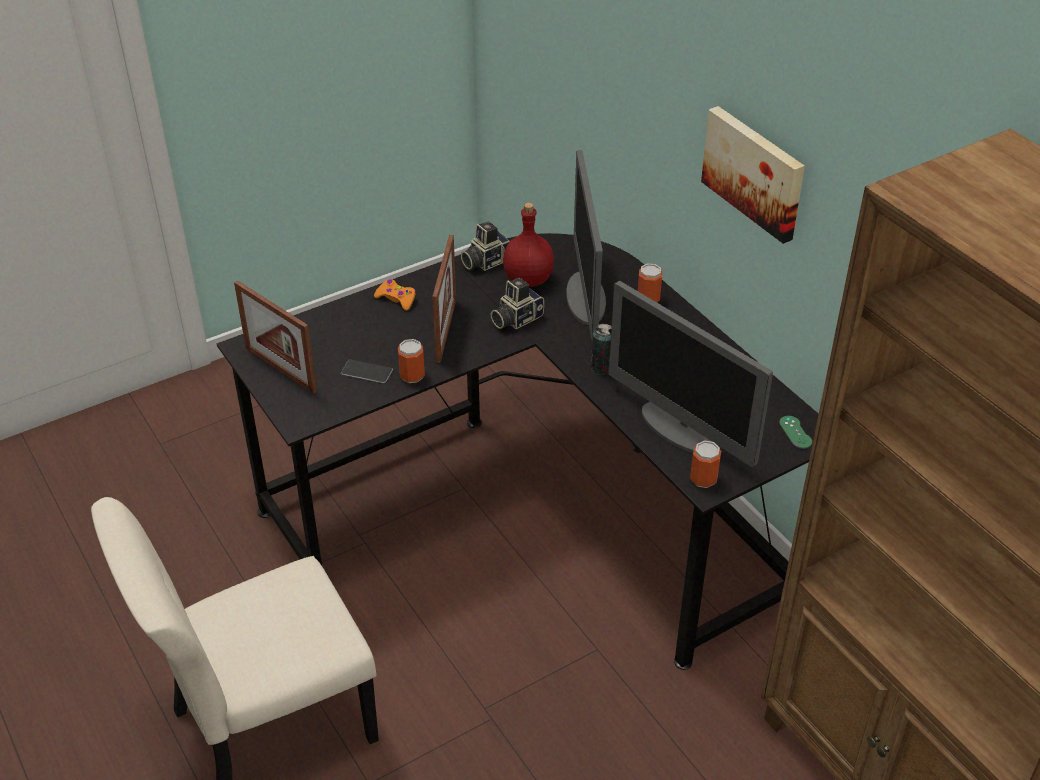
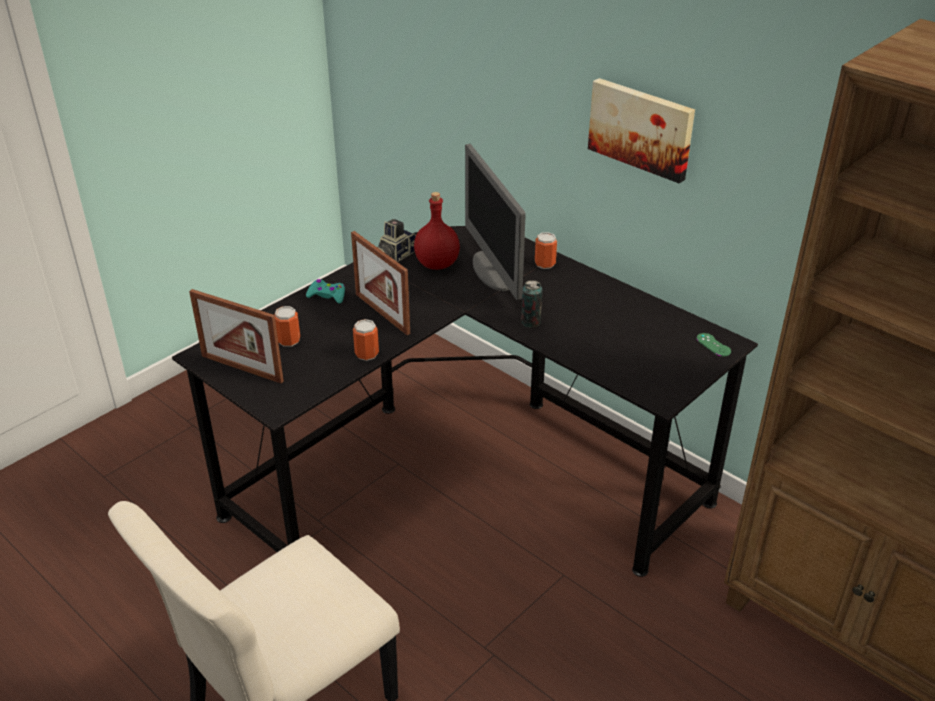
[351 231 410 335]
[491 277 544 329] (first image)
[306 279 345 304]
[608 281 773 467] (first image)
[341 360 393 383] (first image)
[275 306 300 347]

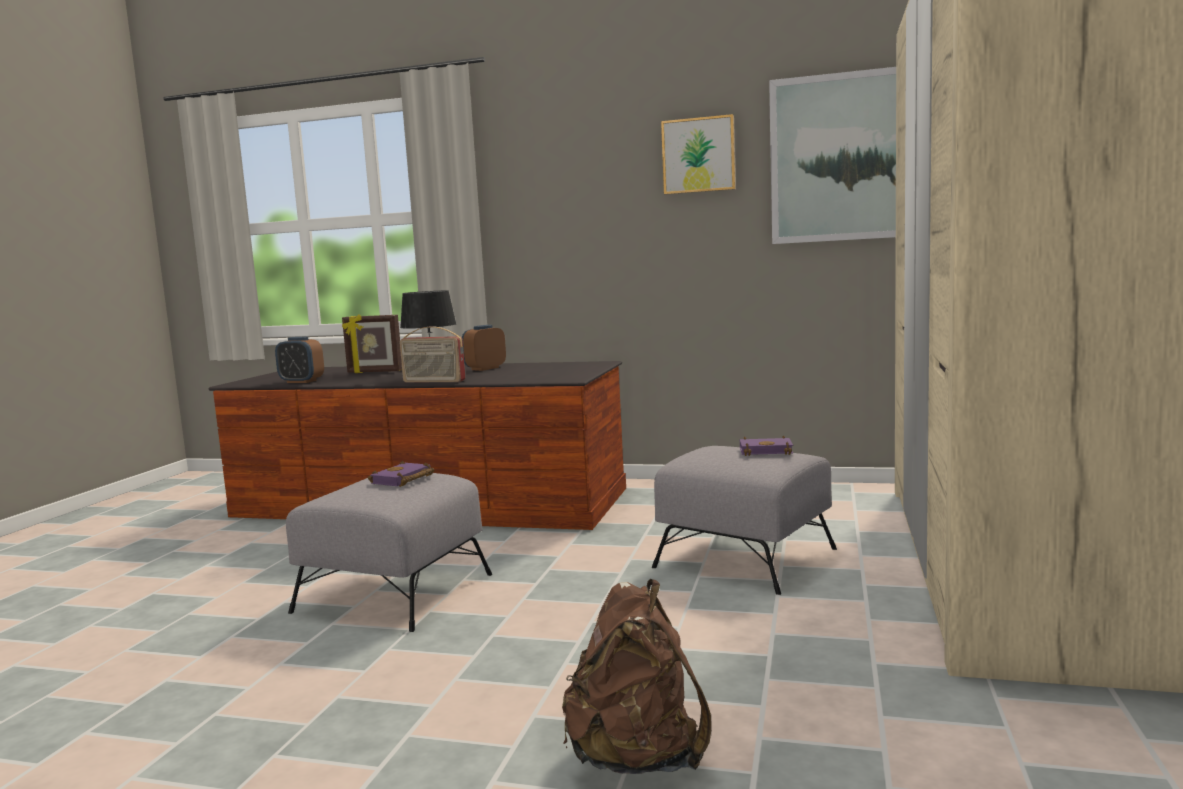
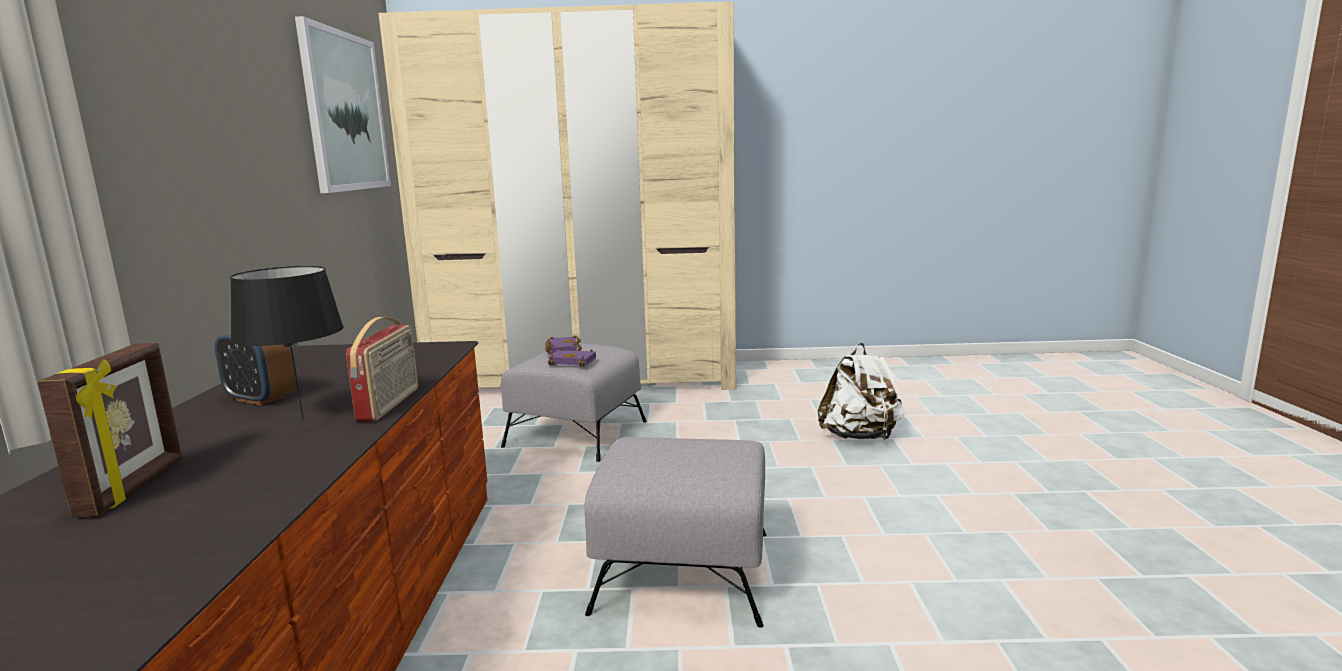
[661 114 736 195] (first image)
[275 337 324 383] (first image)
[548 348 596 367]
[817 343 904 440]

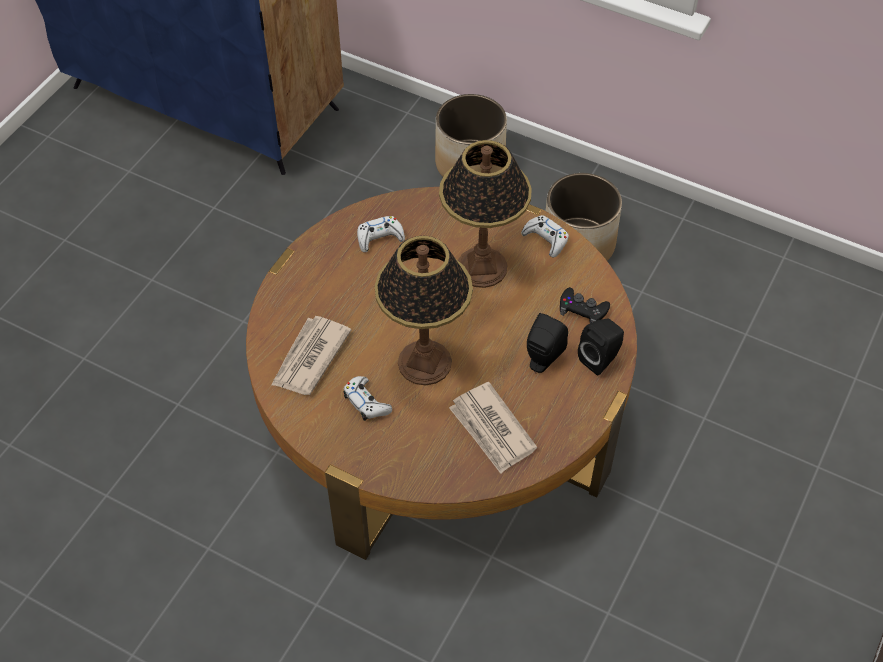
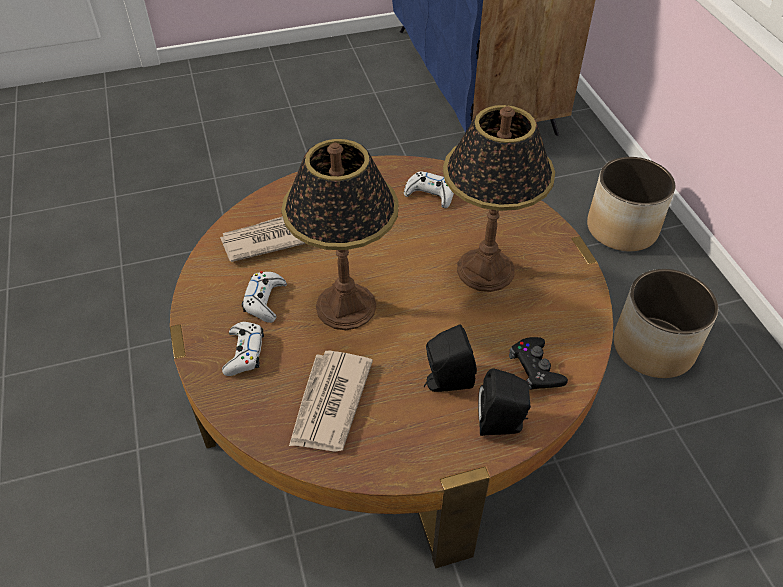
[222 322 264 376]

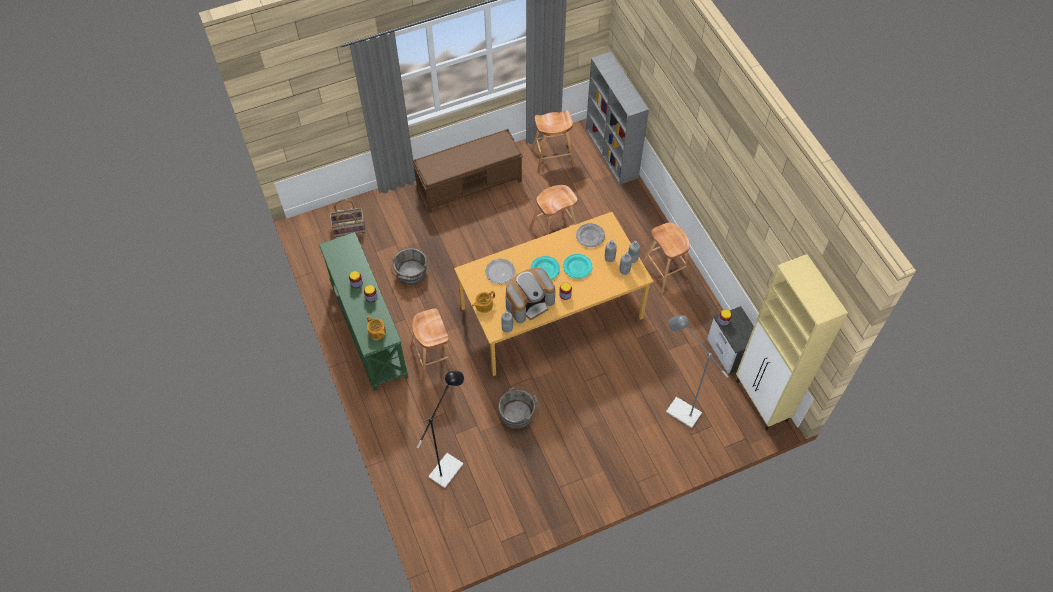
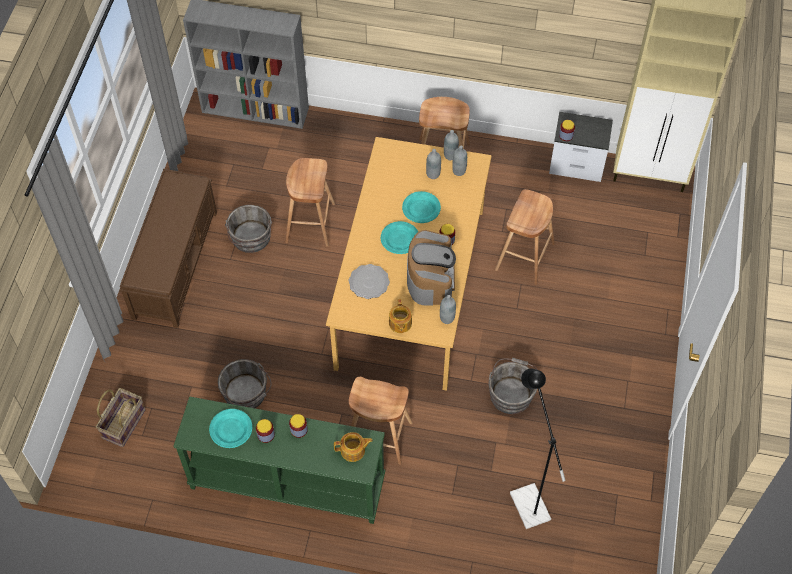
[495 189 555 285]
[576 223 605 247] (first image)
[666 315 728 428] (first image)
[225 205 272 253]
[209 409 252 448]

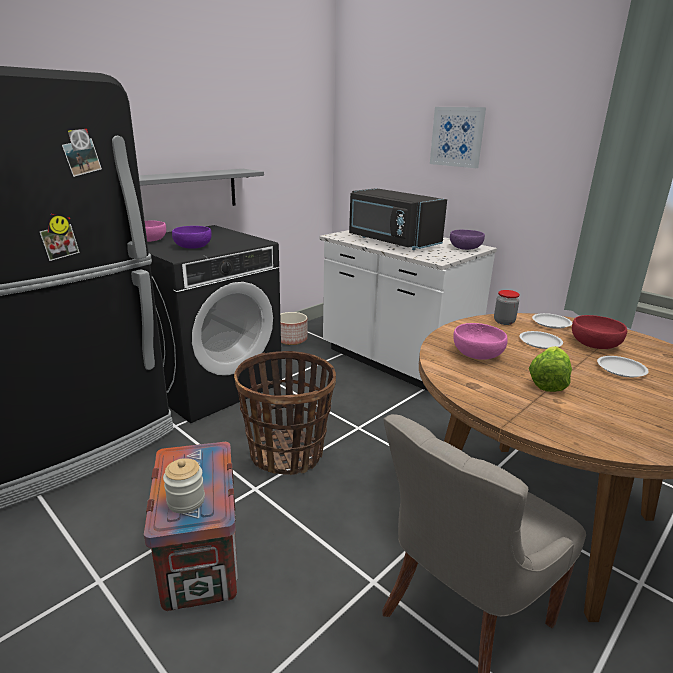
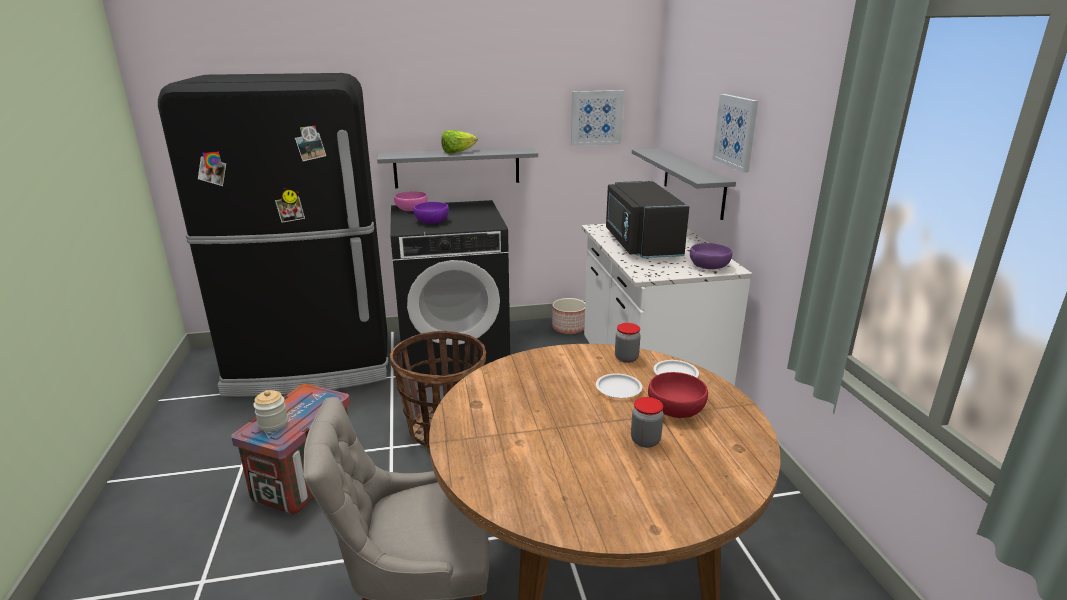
[453 323 508 360] (first image)
[441 130 477 154]
[631 397 664 448]
[571 90 624 146]
[632 148 736 220]

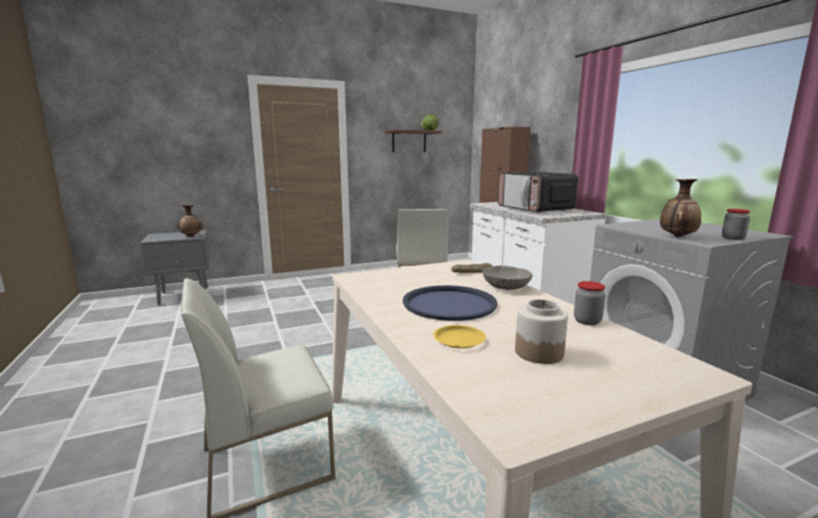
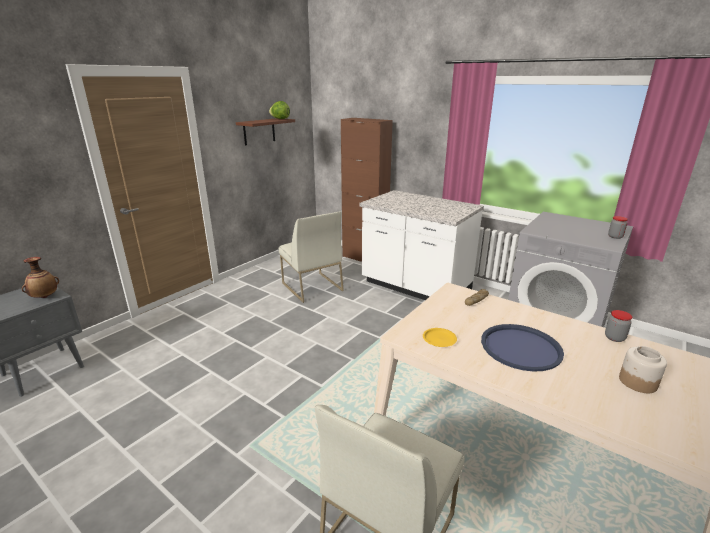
[498 172 578 213] (first image)
[660 179 701 237] (first image)
[483 265 533 290] (first image)
[423 328 457 347]

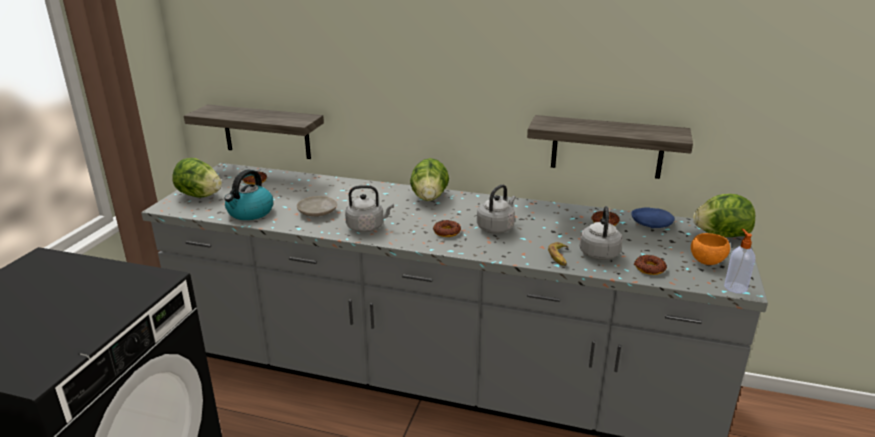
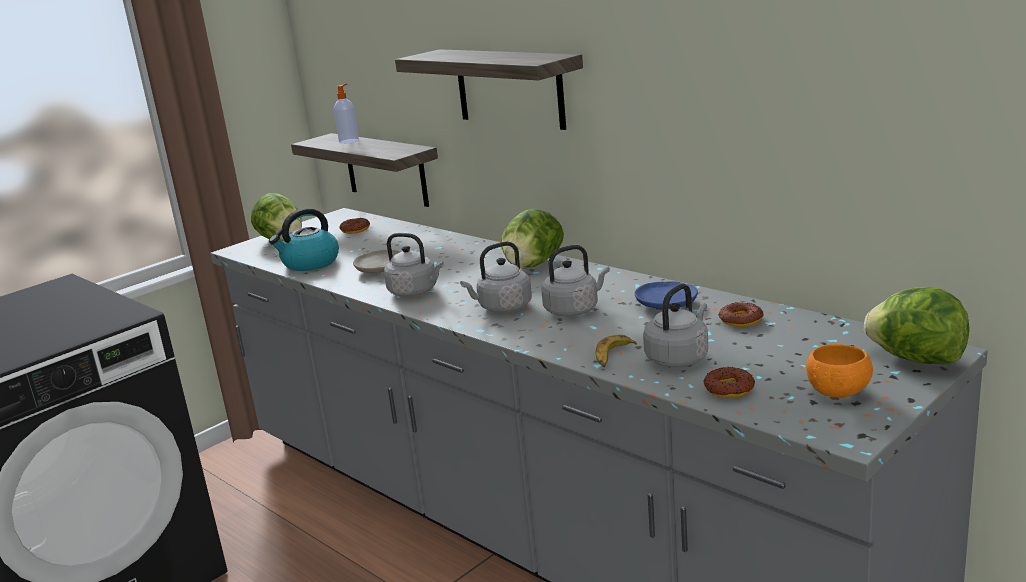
[395 49 583 130]
[635 281 698 310]
[460 242 532 313]
[334 84 359 144]

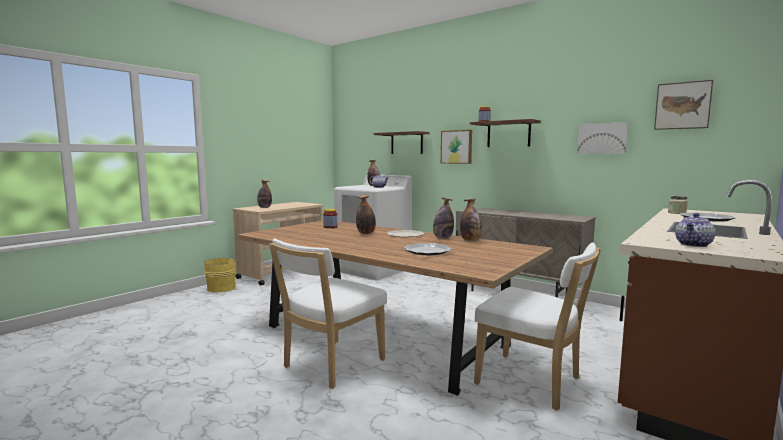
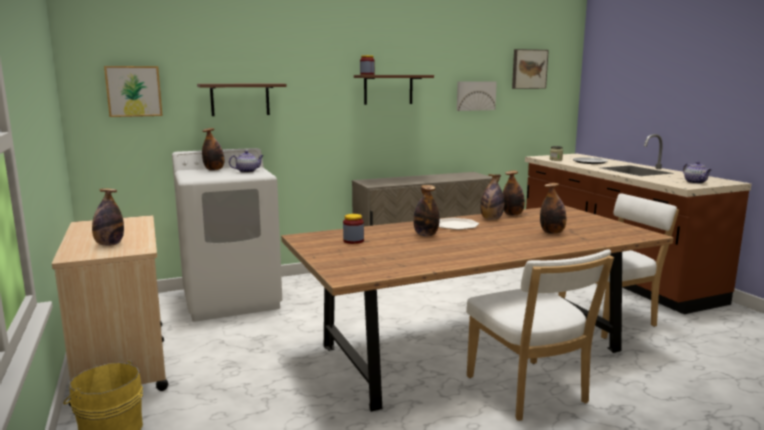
[104 66 163 117]
[540 183 566 234]

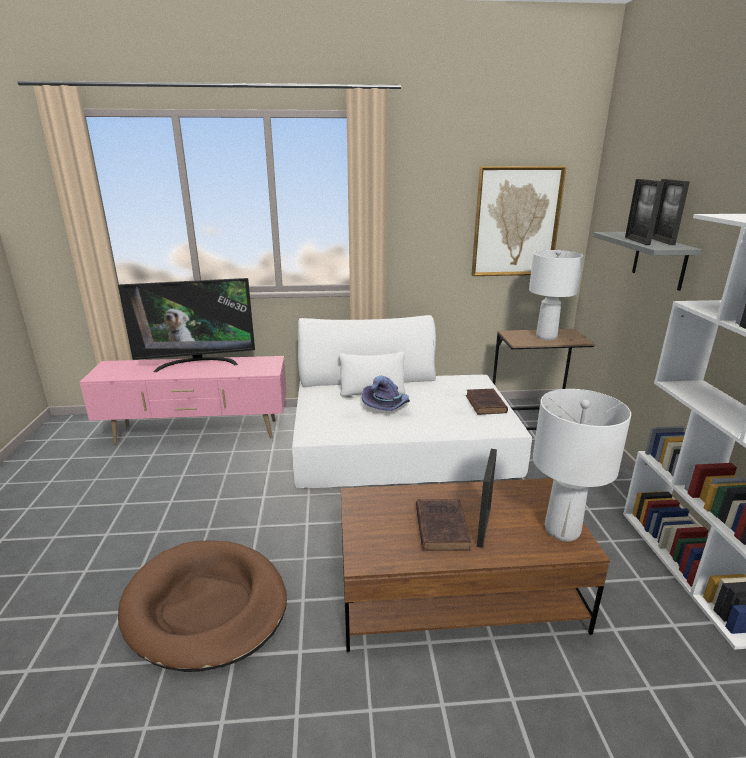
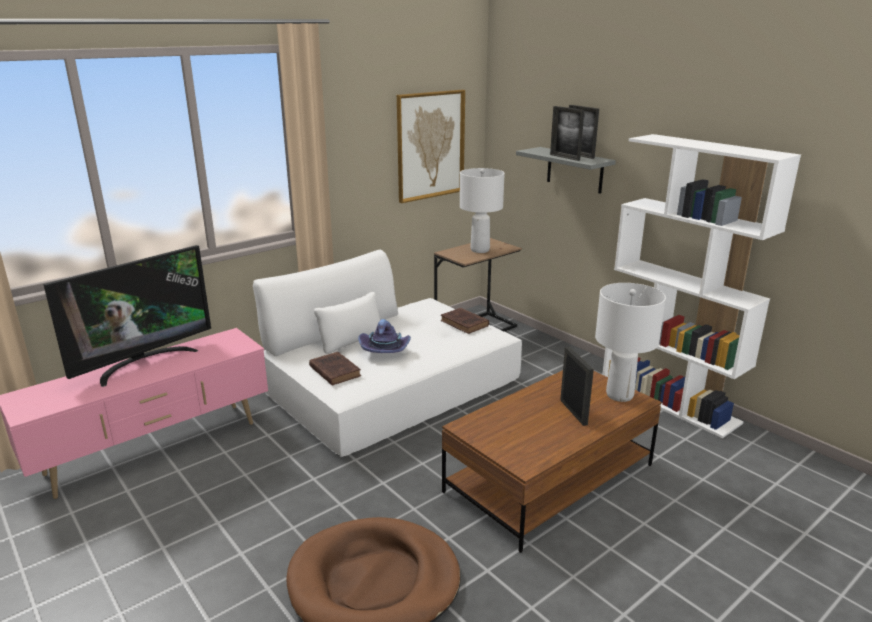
[309 352 361 385]

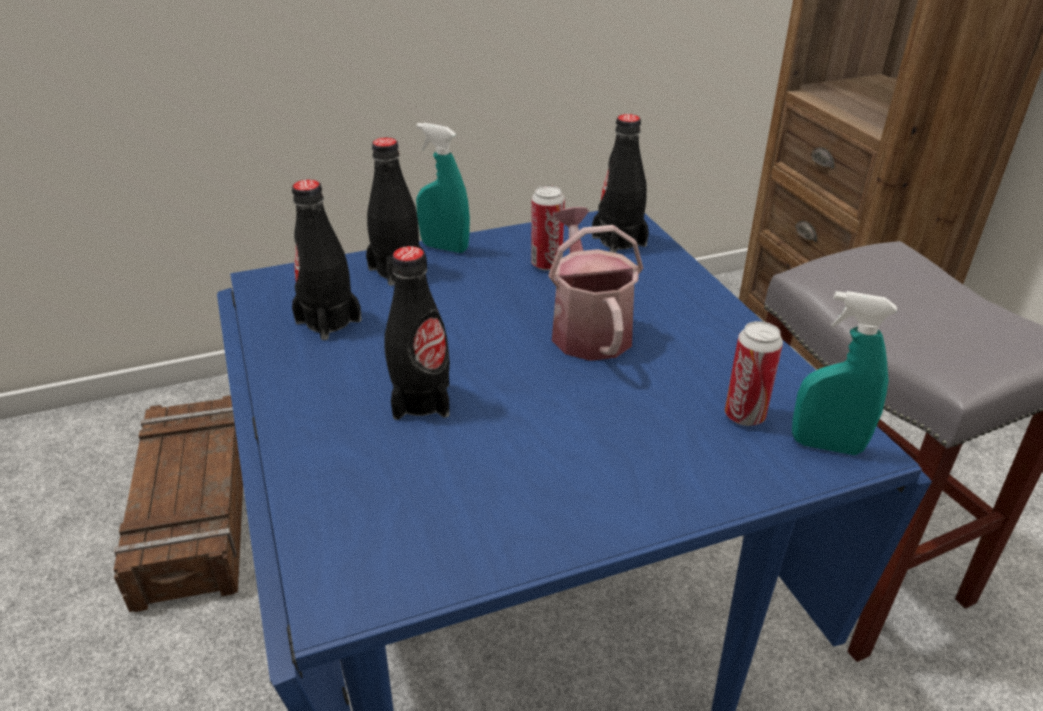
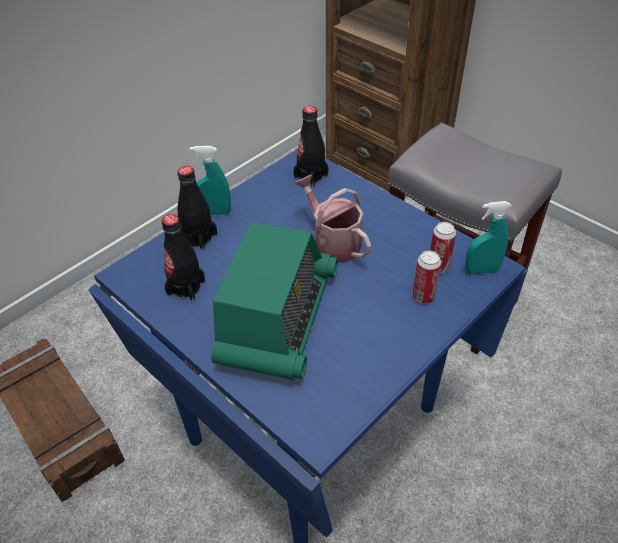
[412 251 441 304]
[211 222 338 380]

